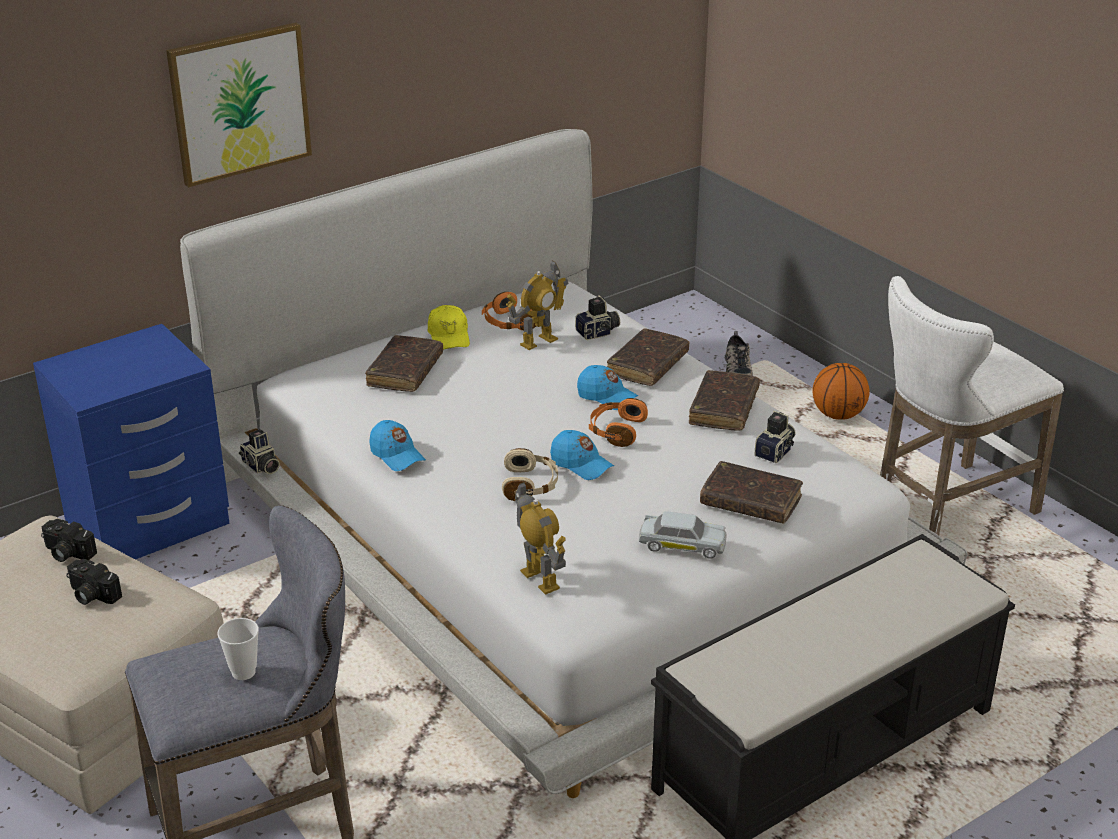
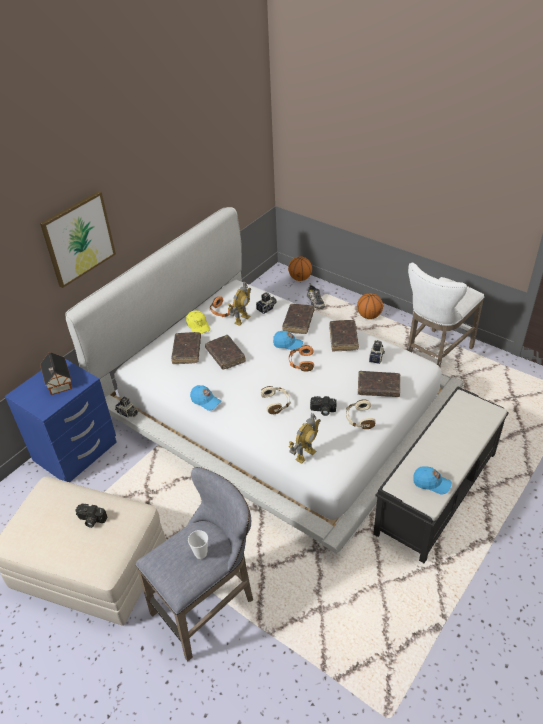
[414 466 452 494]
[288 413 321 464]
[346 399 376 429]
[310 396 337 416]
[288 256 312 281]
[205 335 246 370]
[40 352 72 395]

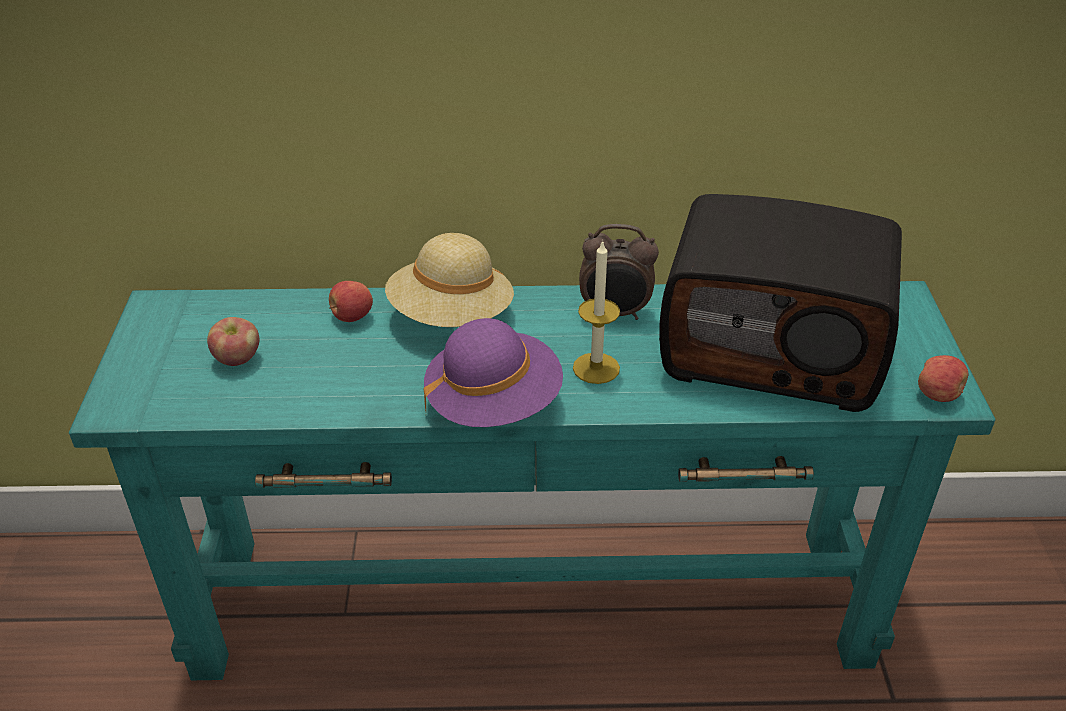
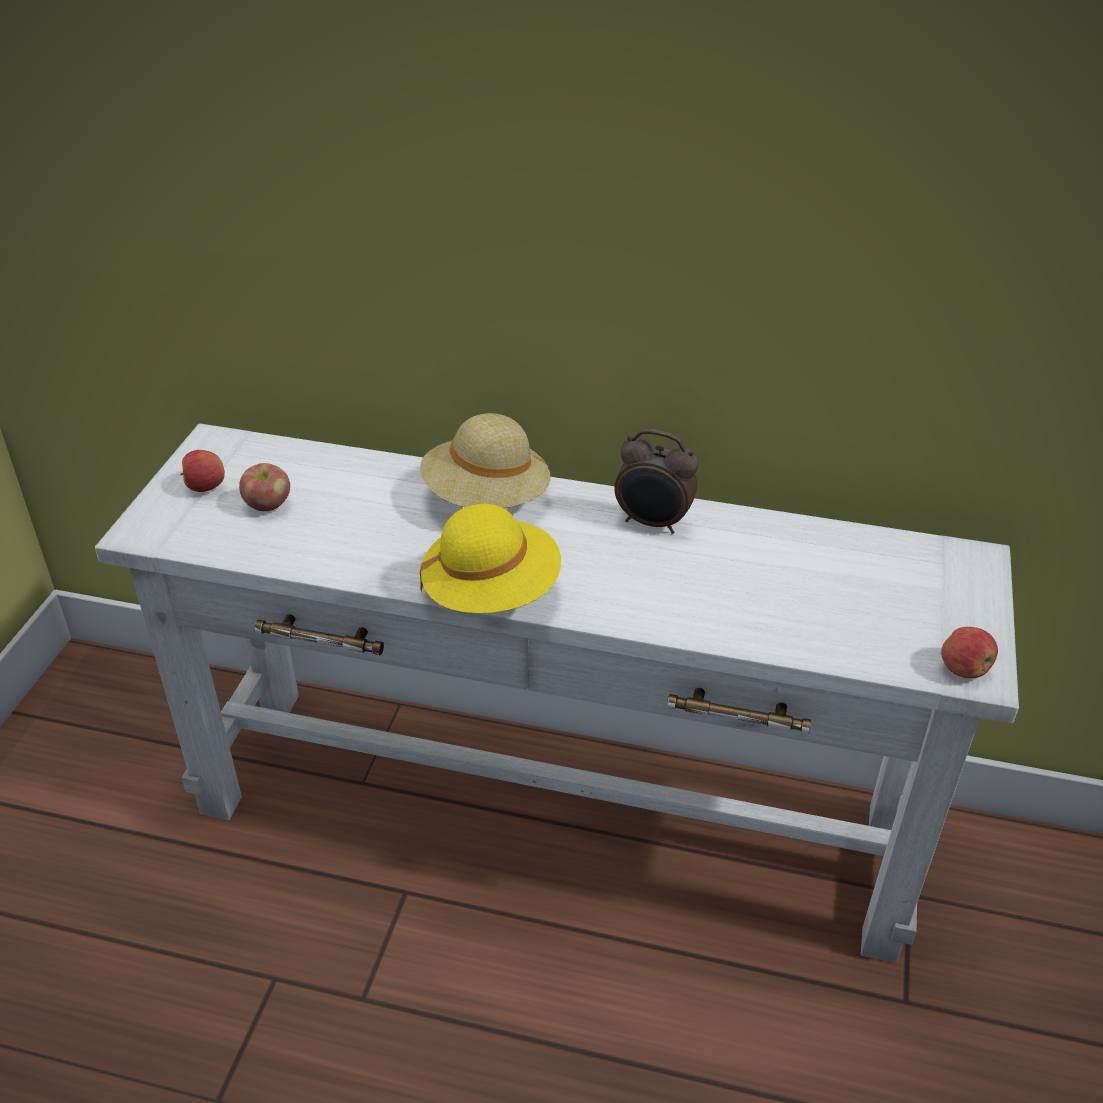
[659 194 902 412] (first image)
[573 240 620 384] (first image)
[95 423 1019 963]
[180 450 225 492]
[420 504 561 613]

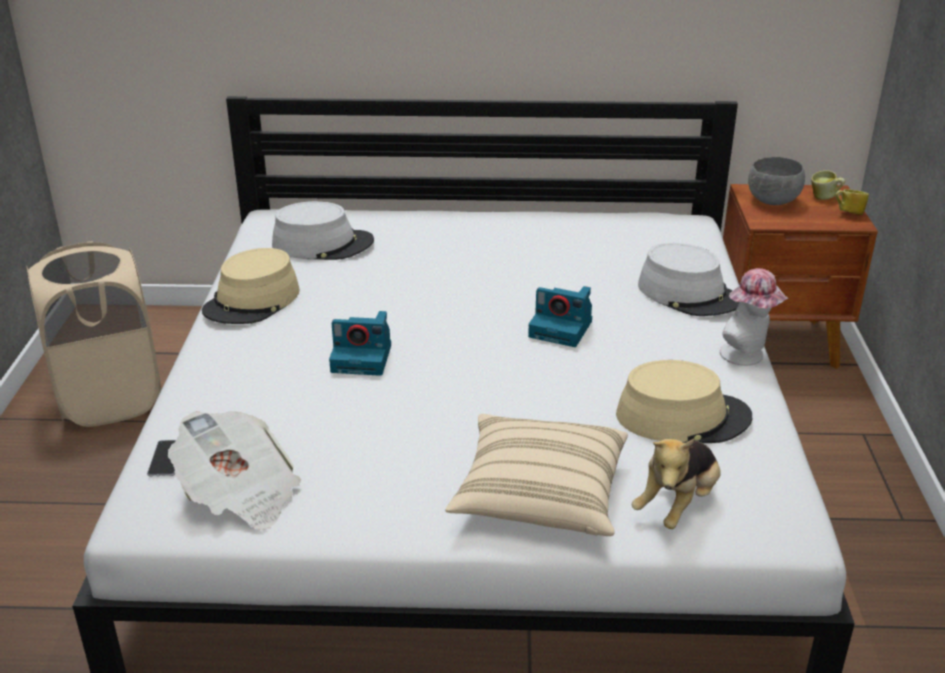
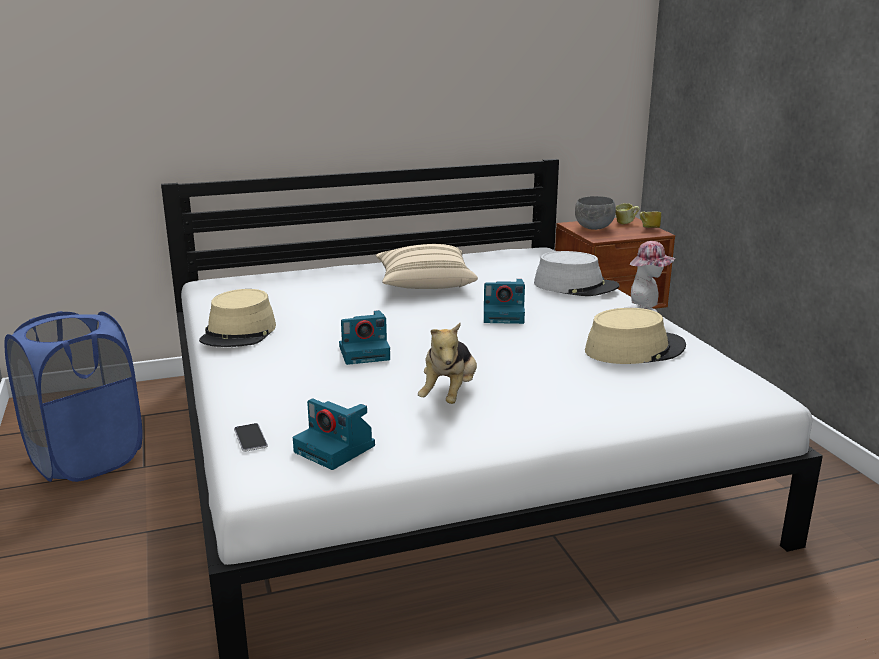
[272 201 374 260] (first image)
[4 311 143 482]
[293 399 375 470]
[376 244 478 289]
[418 323 477 404]

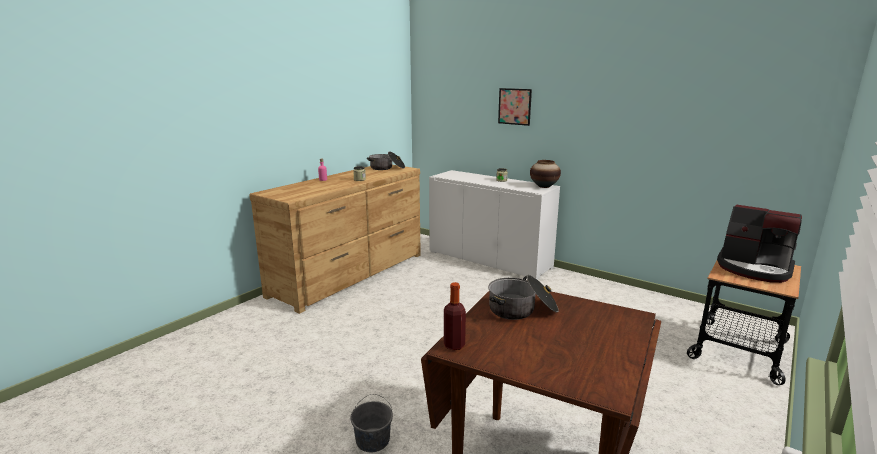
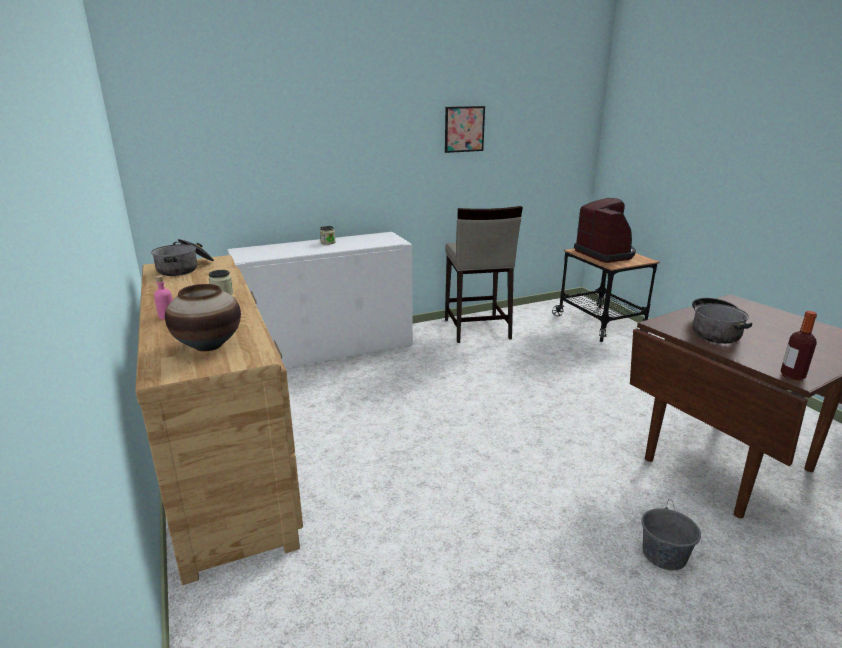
[445 106 485 153]
[165 284 241 351]
[574 198 636 263]
[445 206 523 343]

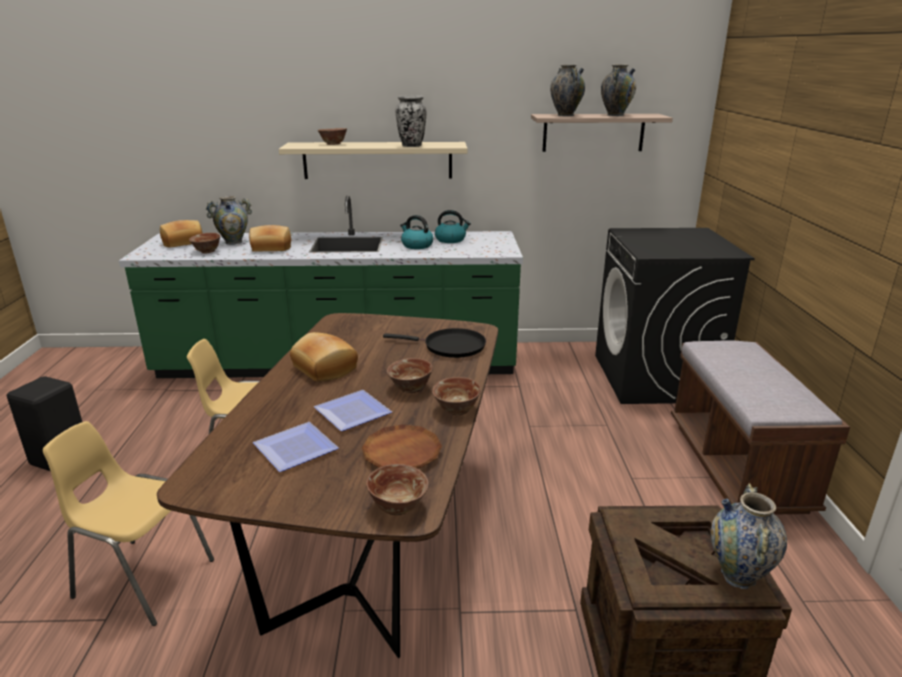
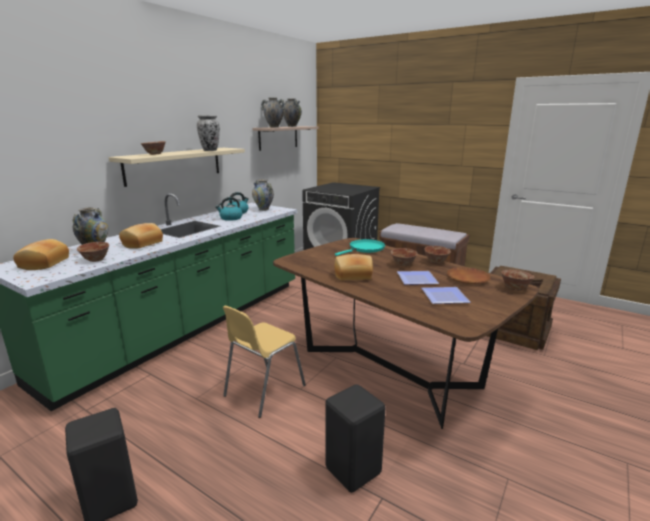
[335 239 385 256]
[325 384 386 493]
[252 179 274 211]

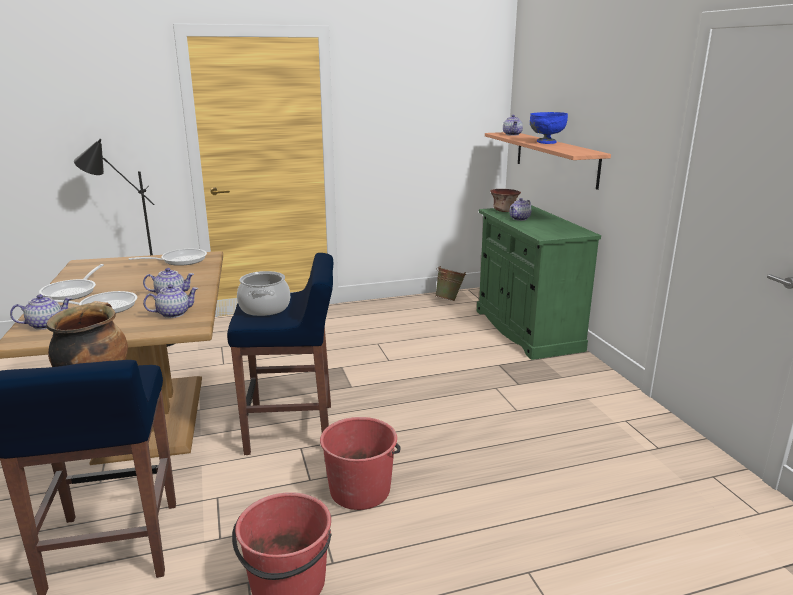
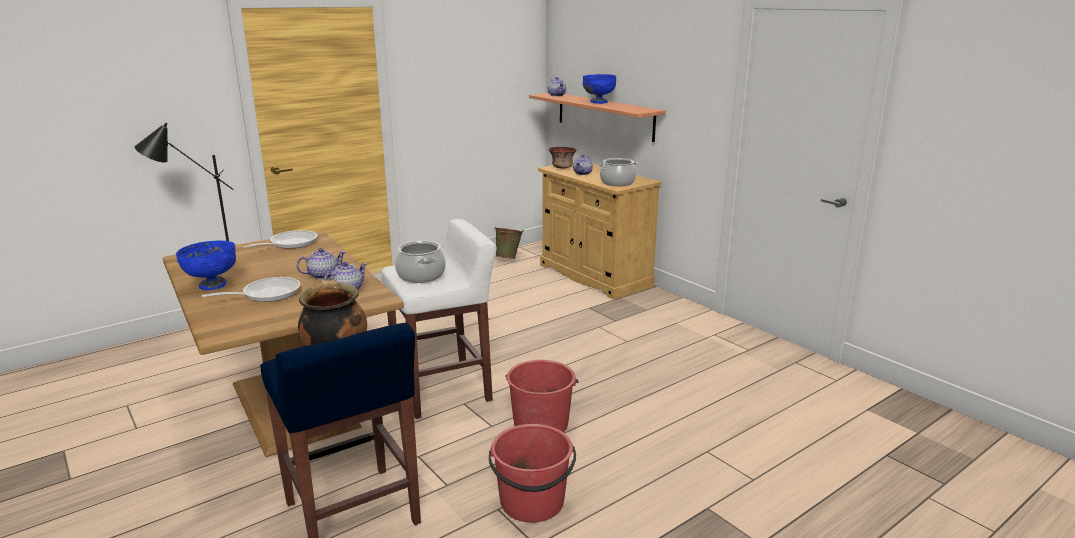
[538 162 662 300]
[382 219 497 419]
[176 240 236 290]
[10 294 72 330] (first image)
[598 158 638 186]

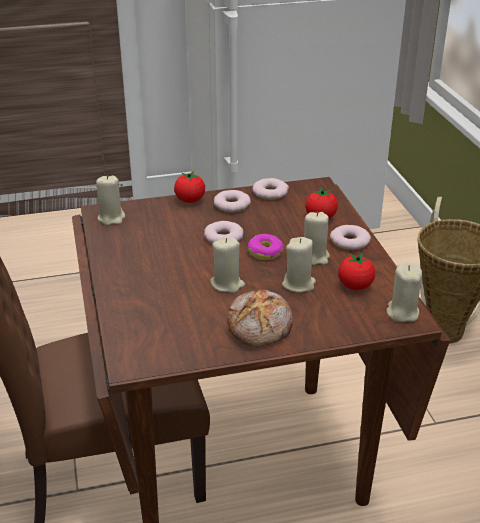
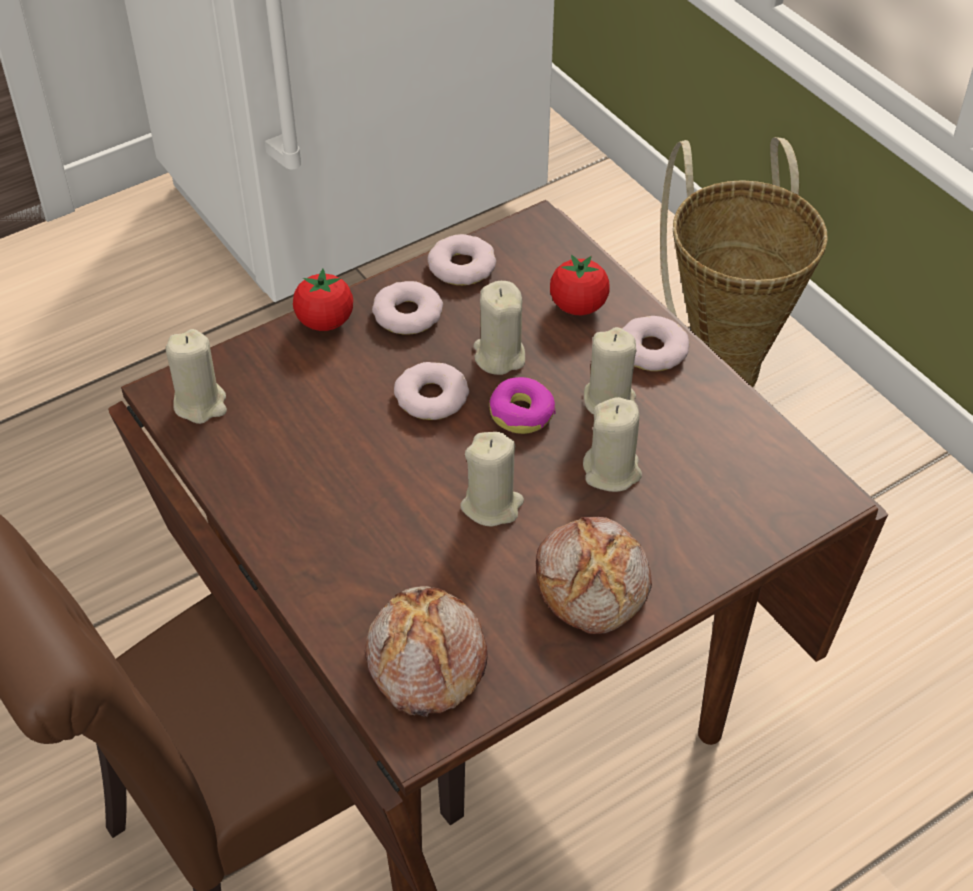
[338 253 375 290] (first image)
[473 281 525 375]
[365 586 488 717]

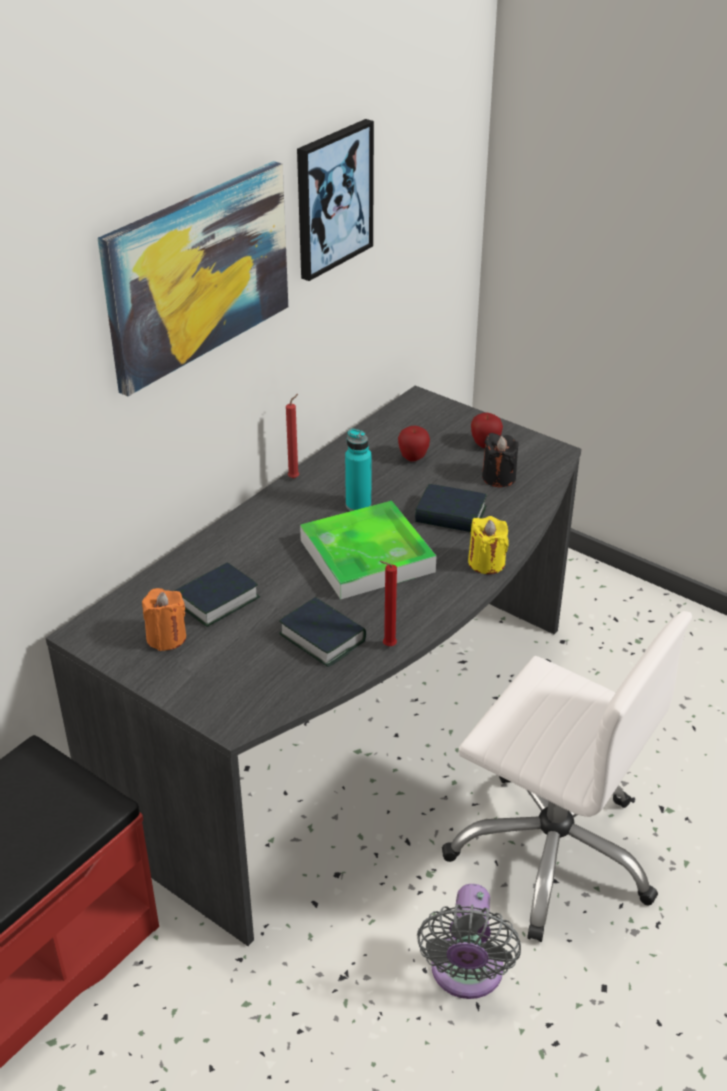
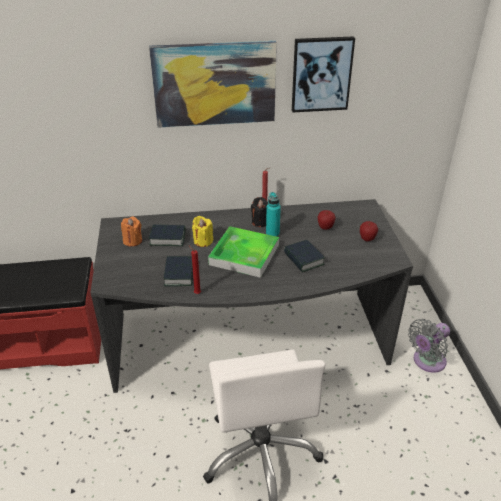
[251 197 268 227]
[192 216 213 247]
[408 319 450 373]

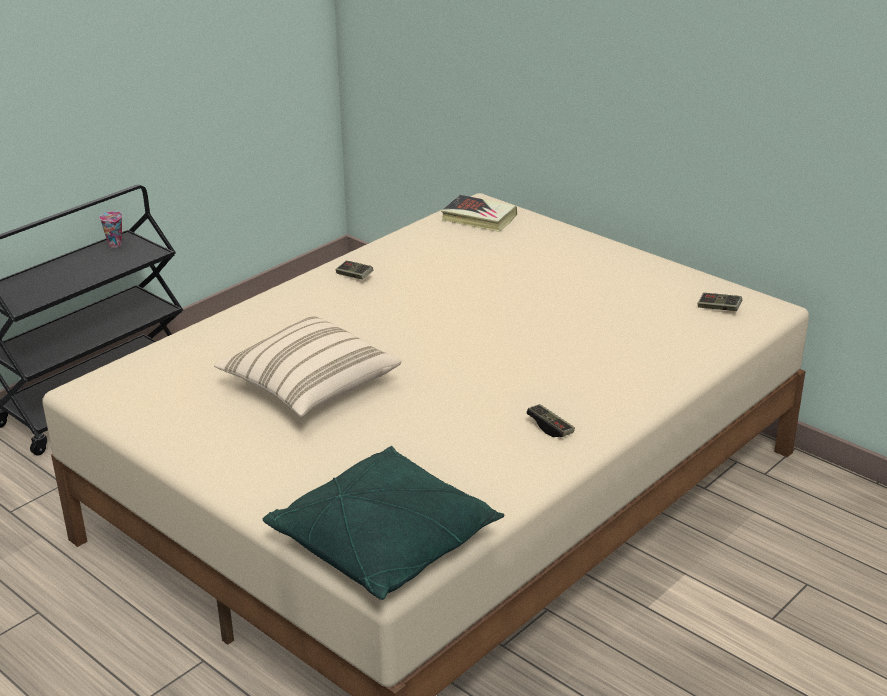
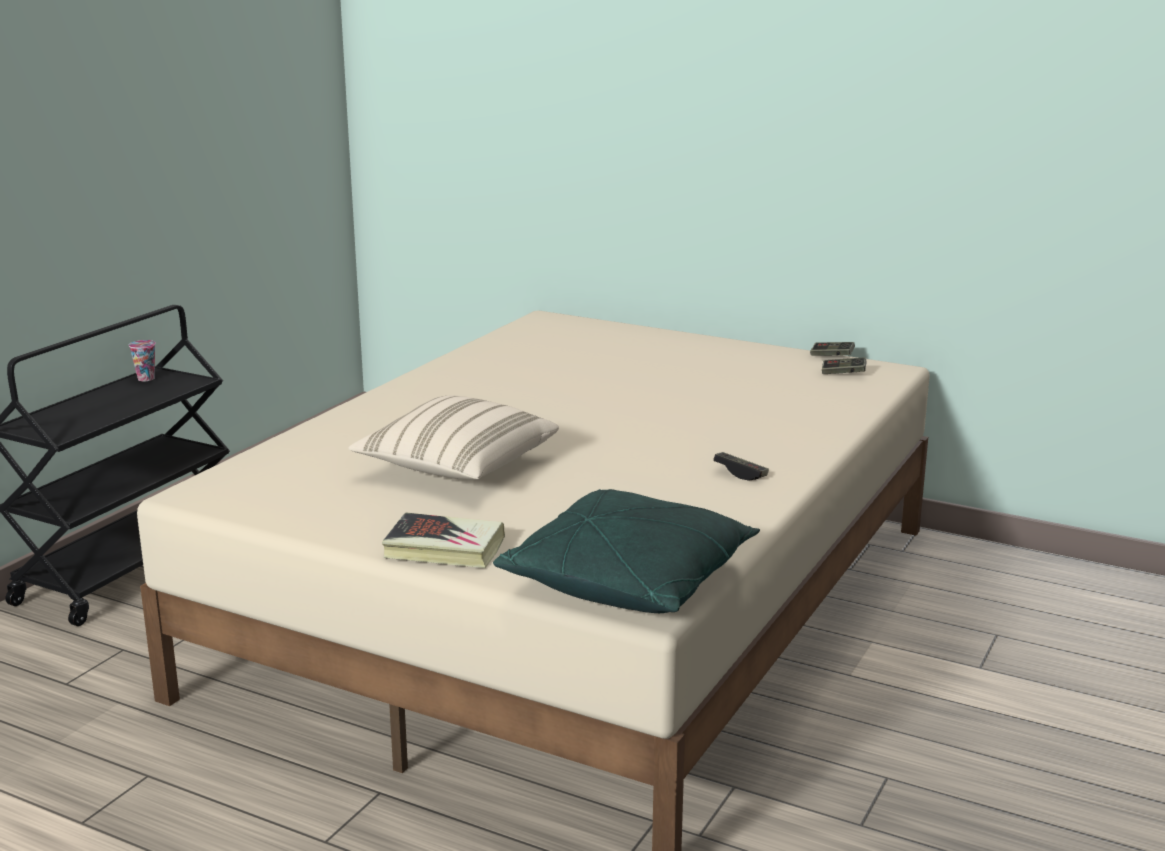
[382 512 505 568]
[810 342 855 356]

